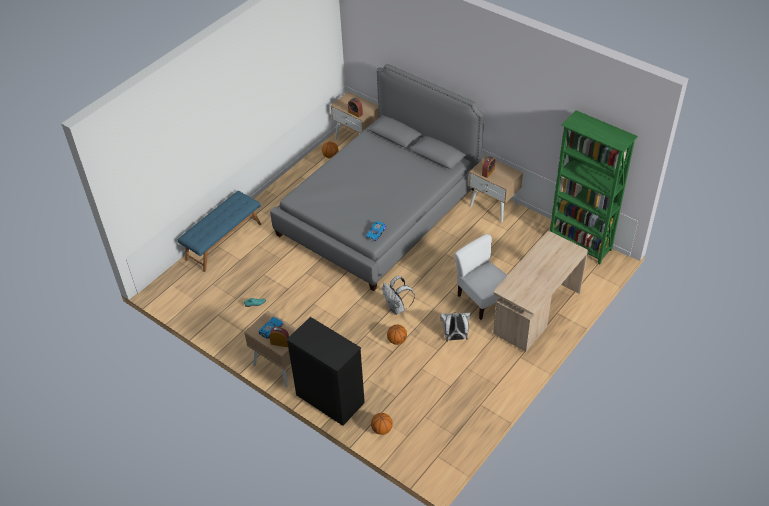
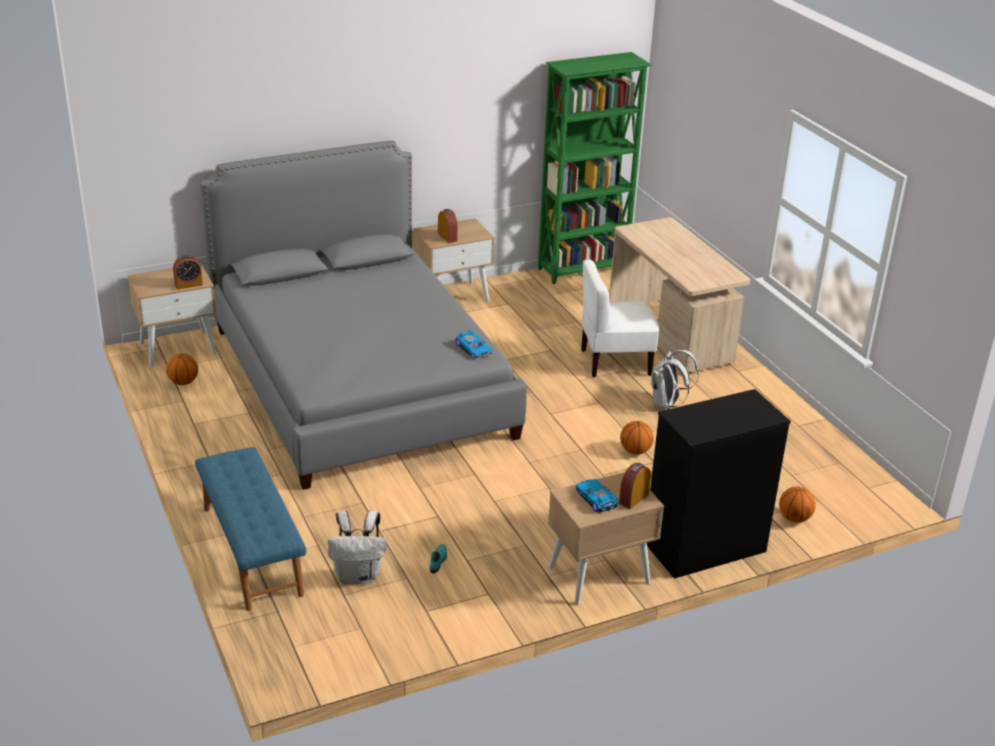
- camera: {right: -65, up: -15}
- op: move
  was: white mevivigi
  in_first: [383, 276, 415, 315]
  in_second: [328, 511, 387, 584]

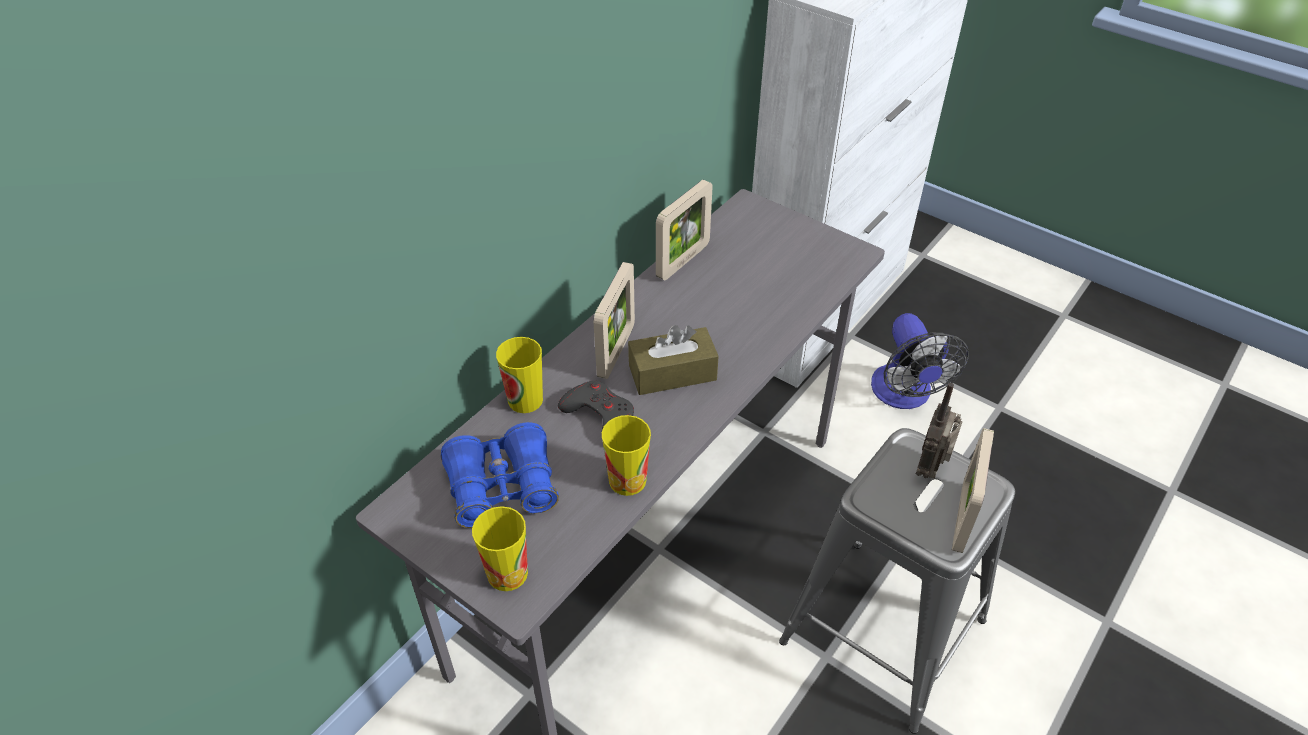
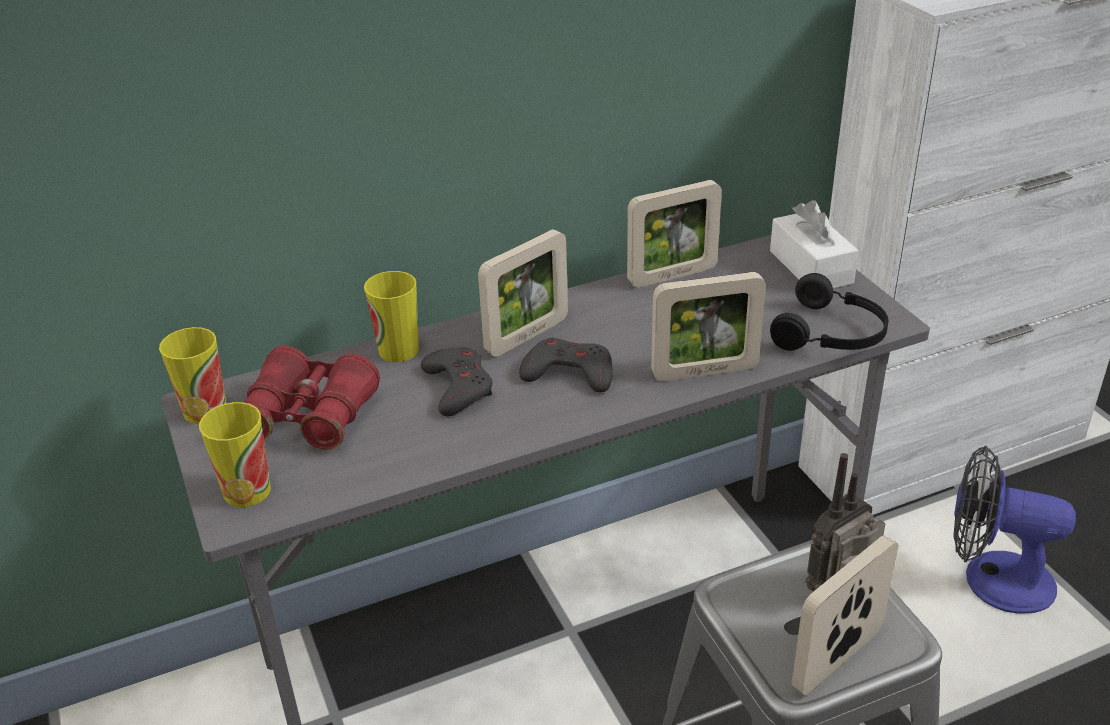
- camera: {right: 30, up: -10}
- op: insert
  now: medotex
  in_second: [651, 272, 766, 381]
- op: insert
  now: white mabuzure
  in_second: [770, 200, 859, 288]
- op: insert
  now: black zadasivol
  in_second: [770, 273, 889, 351]
- op: move
  was: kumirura
  in_first: [602, 415, 651, 496]
  in_second: [159, 327, 227, 424]
- op: replace
  was: brown mabuzure
  now: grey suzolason
  in_first: [628, 325, 719, 395]
  in_second: [519, 337, 613, 392]
- op: recolor
  was: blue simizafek
  now: red simizafek
  in_first: [441, 422, 559, 528]
  in_second: [243, 346, 380, 450]
- op: rotate
  was: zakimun
  in_first: [871, 313, 969, 409]
  in_second: [954, 446, 1076, 614]
  clockwise: 90

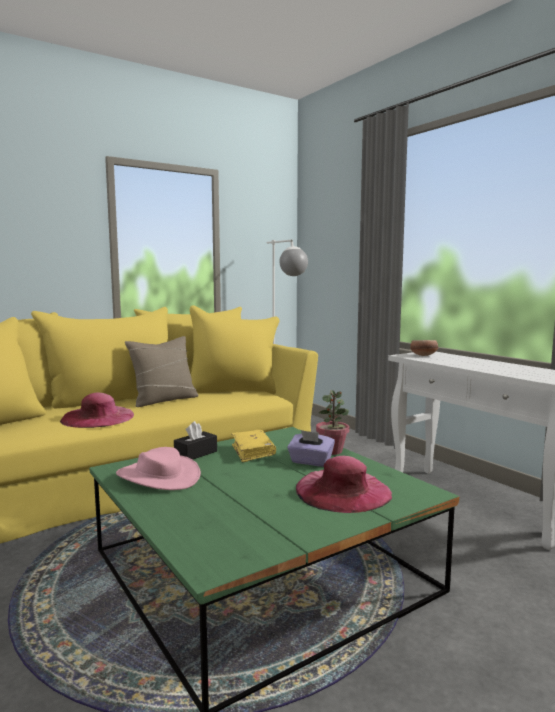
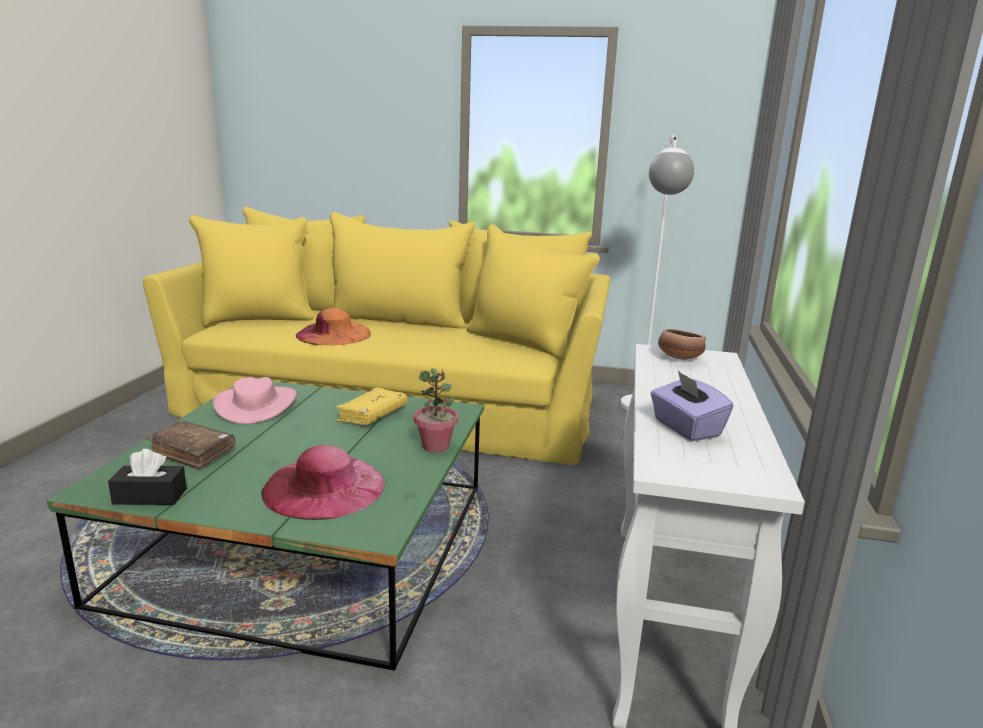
- camera: {right: 45, up: 10}
- op: delete
  was: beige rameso
  in_first: [125, 336, 199, 407]
- op: insert
  now: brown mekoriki
  in_second: [145, 420, 235, 470]
- op: move
  was: black mabuzure
  in_first: [174, 421, 217, 460]
  in_second: [108, 449, 187, 505]
- op: move
  was: purple mabuzure
  in_first: [287, 430, 335, 467]
  in_second: [650, 371, 733, 441]
- op: recolor
  was: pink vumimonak
  now: orange vumimonak
  in_first: [60, 392, 134, 428]
  in_second: [295, 308, 371, 346]

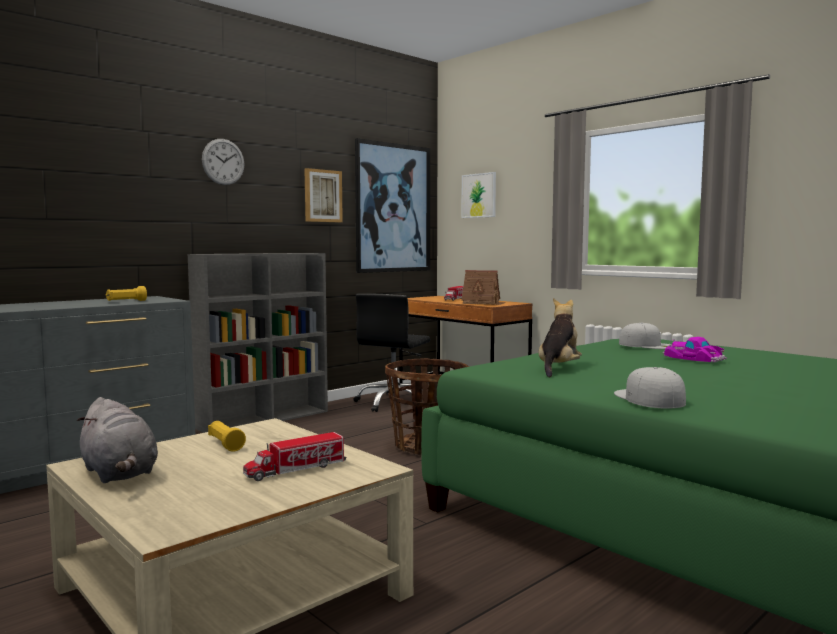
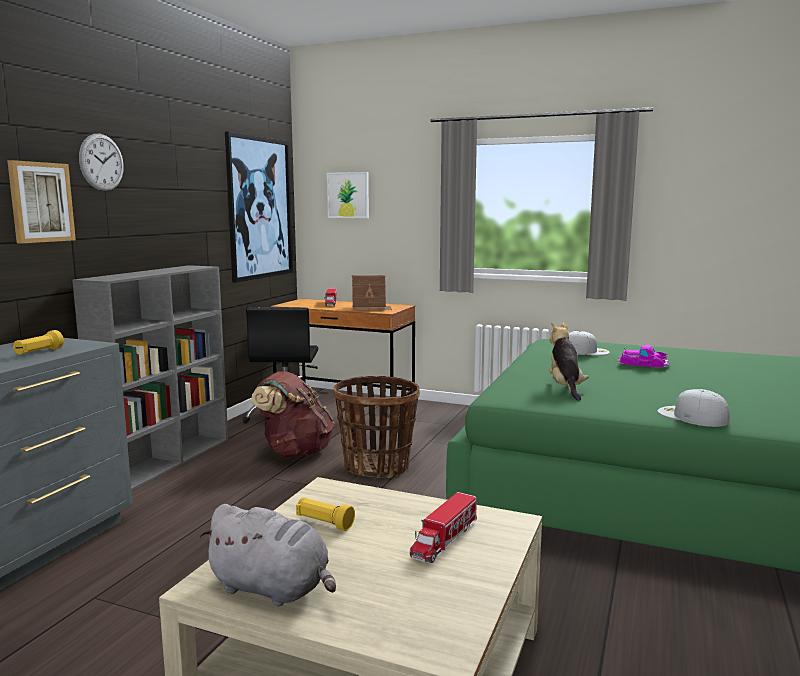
- camera: {right: -25, up: 5}
- op: insert
  now: brown mevivigi
  in_second: [251, 371, 335, 457]
- op: move
  was: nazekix
  in_first: [304, 168, 343, 222]
  in_second: [7, 160, 76, 243]

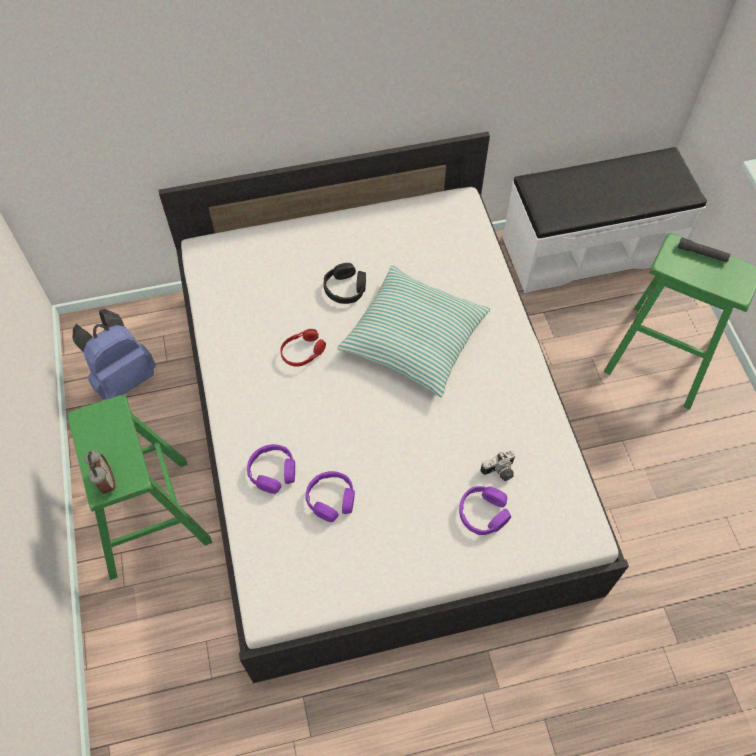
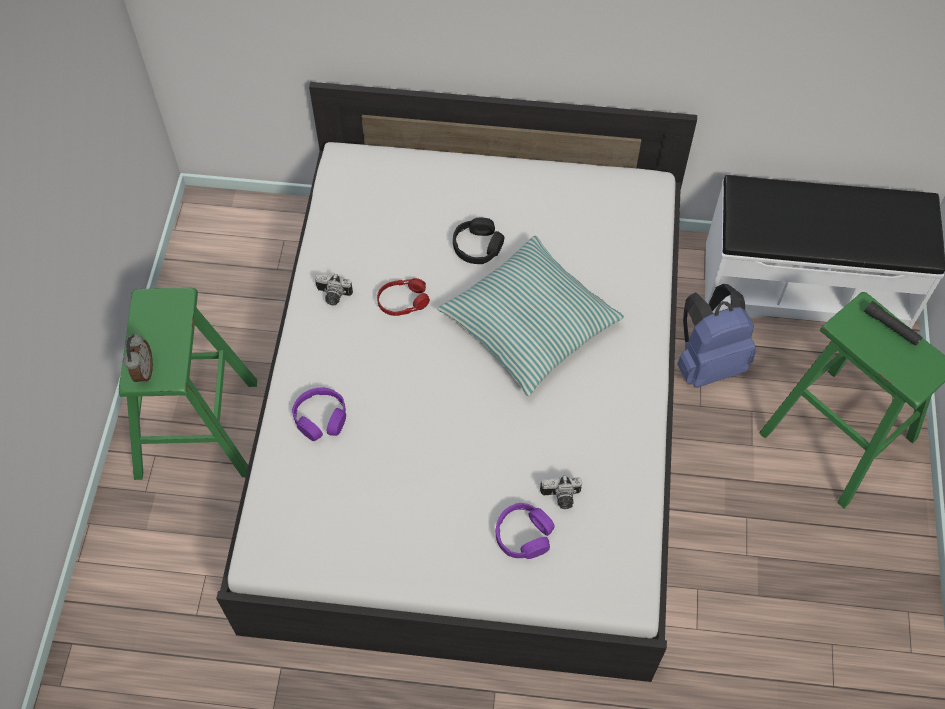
- camera: {right: 20, up: 0}
- op: delete
  was: purple zadasivol
  in_first: [306, 471, 355, 522]
- op: insert
  now: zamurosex
  in_second: [315, 274, 353, 305]
- op: move
  was: blue mevivigi
  in_first: [73, 309, 156, 400]
  in_second: [677, 284, 756, 388]

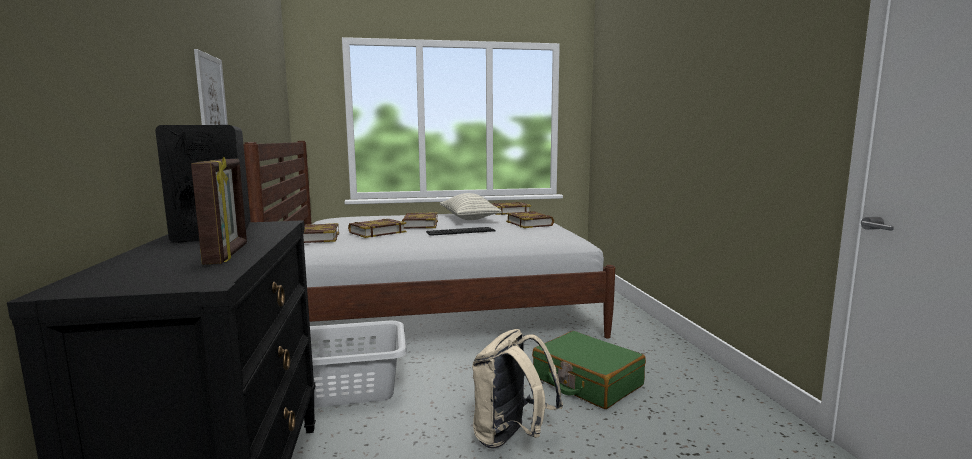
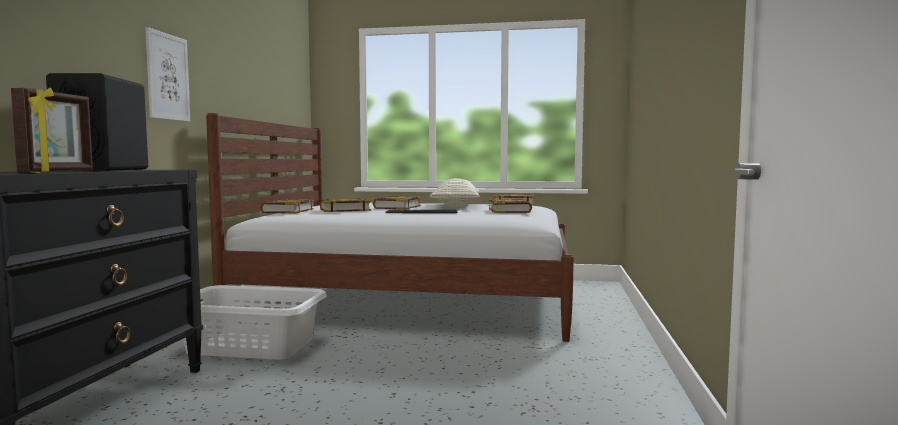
- camera: {right: 20, up: -5}
- op: delete
  was: beige mevivigi
  in_first: [472, 329, 563, 449]
- op: delete
  was: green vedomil
  in_first: [532, 331, 646, 409]

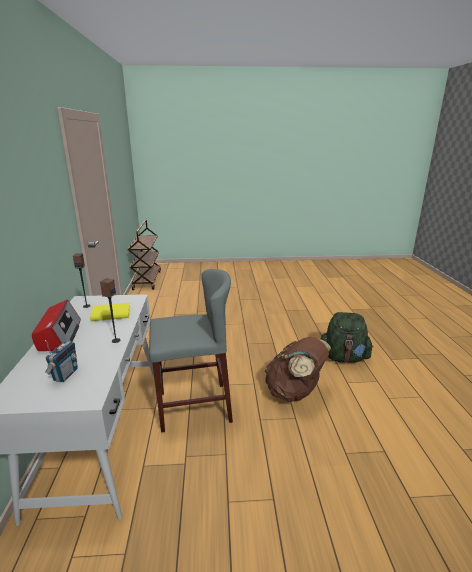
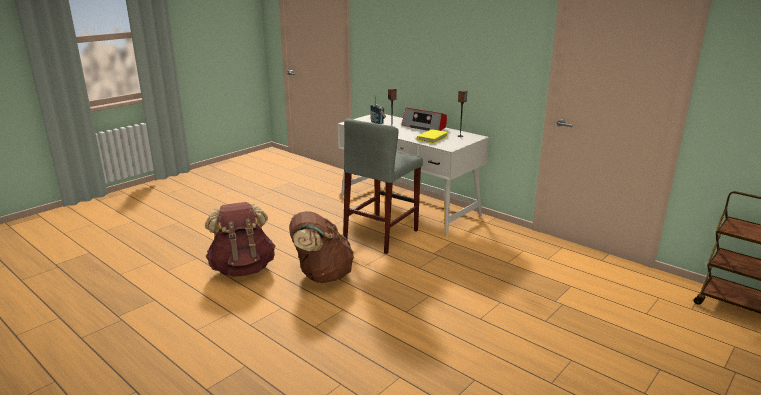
- camera: {right: 135, up: 0}
- op: delete
  was: green mevivigi
  in_first: [320, 312, 374, 363]
- op: insert
  now: brown mevivigi
  in_second: [205, 202, 275, 277]

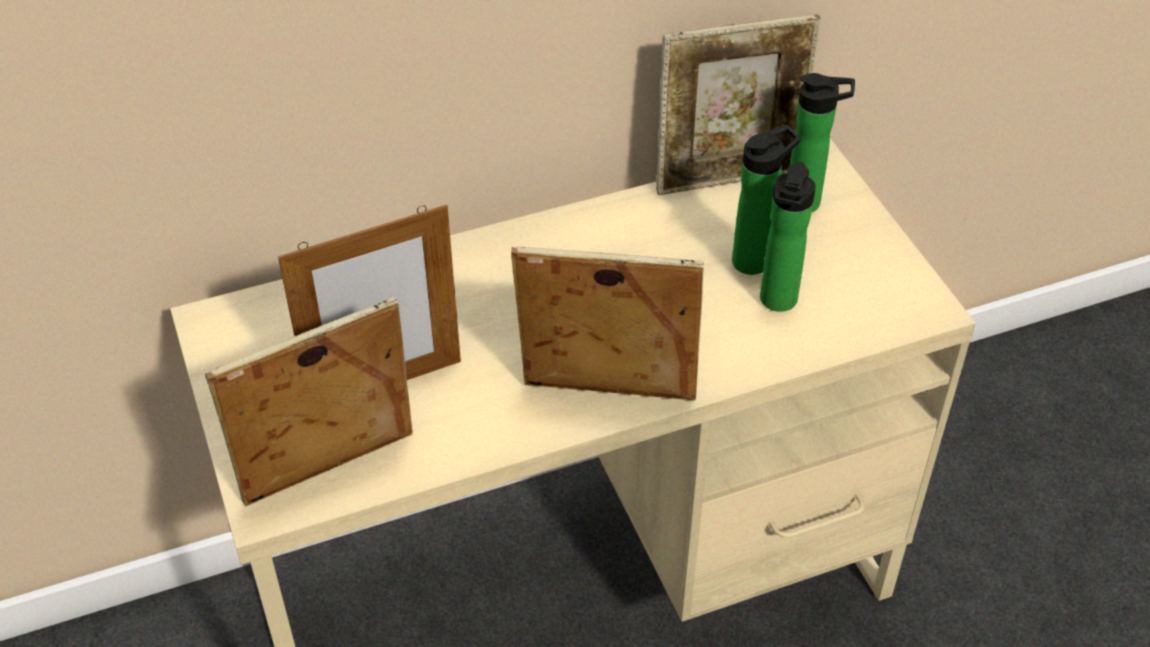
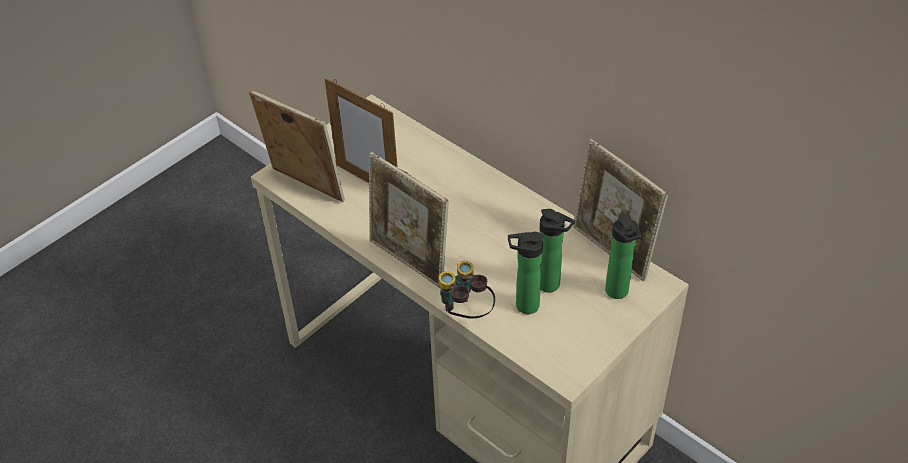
- camera: {right: 65, up: 0}
- op: insert
  now: simizafek
  in_second: [439, 261, 495, 319]
- op: rotate
  was: medotex
  in_first: [511, 247, 704, 401]
  in_second: [369, 152, 448, 288]
  clockwise: 150

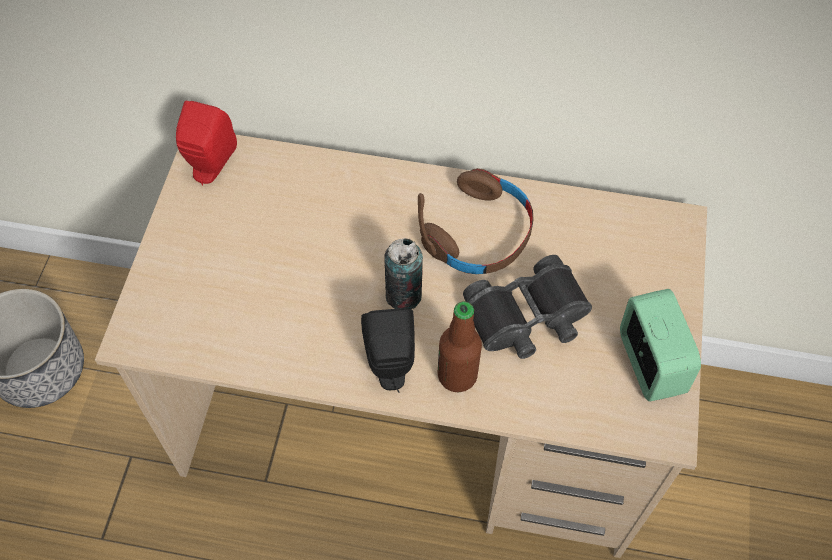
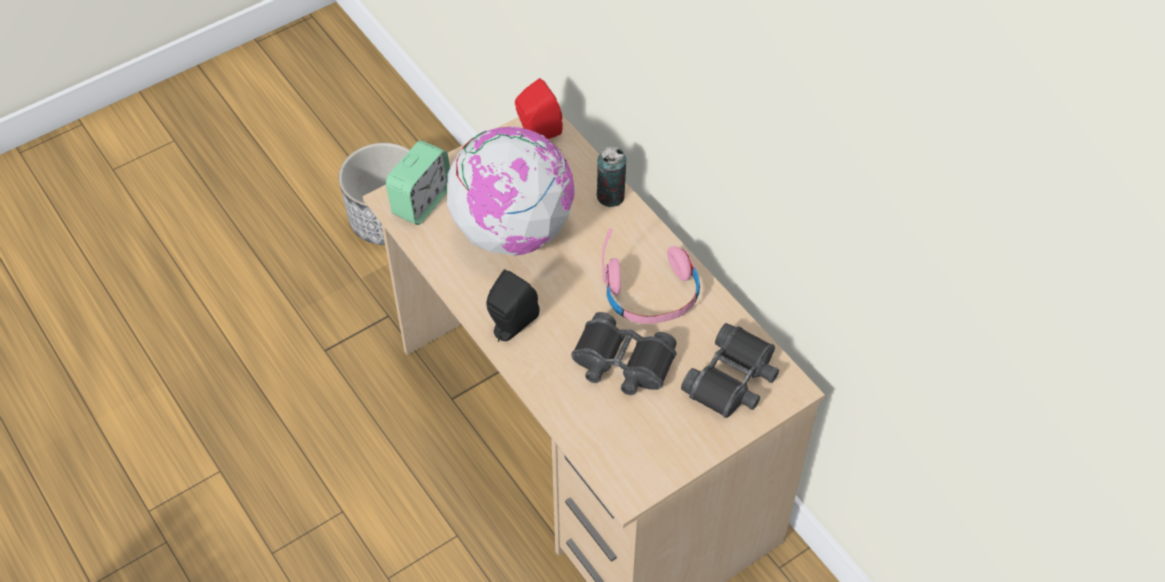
- camera: {right: 45, up: -5}
- op: delete
  was: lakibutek
  in_first: [438, 301, 482, 393]
- op: insert
  now: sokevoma
  in_second: [447, 126, 575, 256]
- op: insert
  now: black simizafek
  in_second: [681, 323, 779, 418]
- op: move
  was: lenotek
  in_first: [385, 238, 423, 309]
  in_second: [597, 146, 626, 207]
- op: move
  was: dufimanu
  in_first: [620, 289, 701, 402]
  in_second: [386, 141, 450, 225]
- op: recolor
  was: brown zadasivol
  now: pink zadasivol
  in_first: [418, 168, 534, 274]
  in_second: [602, 229, 700, 324]

